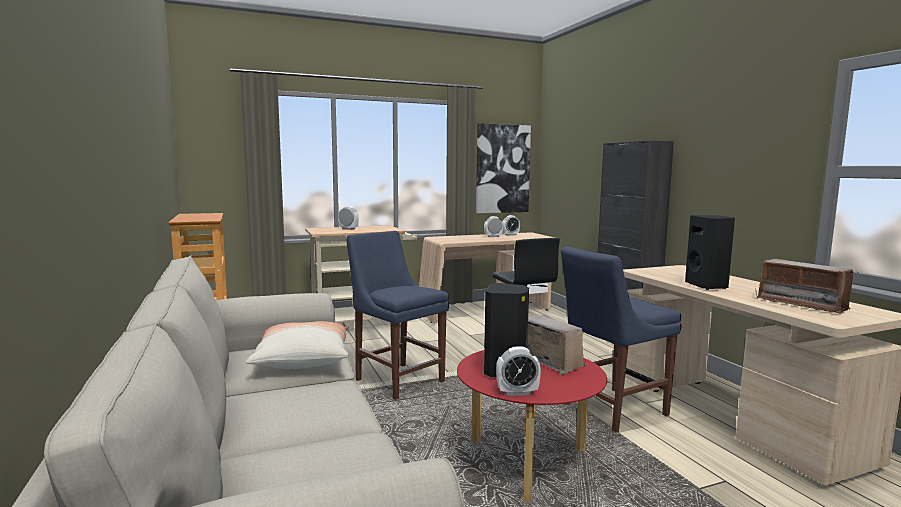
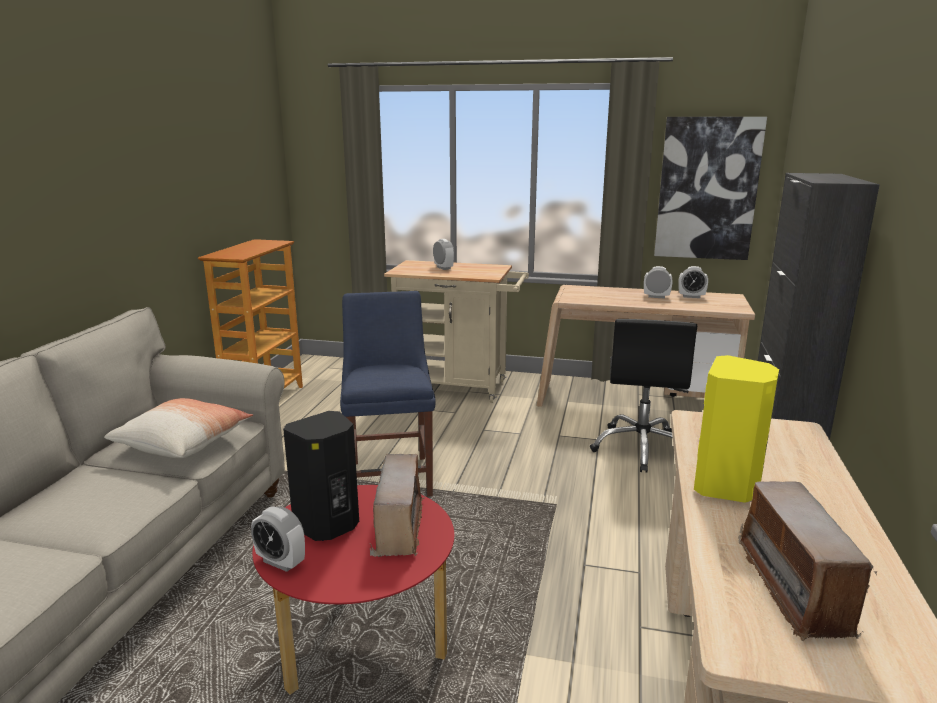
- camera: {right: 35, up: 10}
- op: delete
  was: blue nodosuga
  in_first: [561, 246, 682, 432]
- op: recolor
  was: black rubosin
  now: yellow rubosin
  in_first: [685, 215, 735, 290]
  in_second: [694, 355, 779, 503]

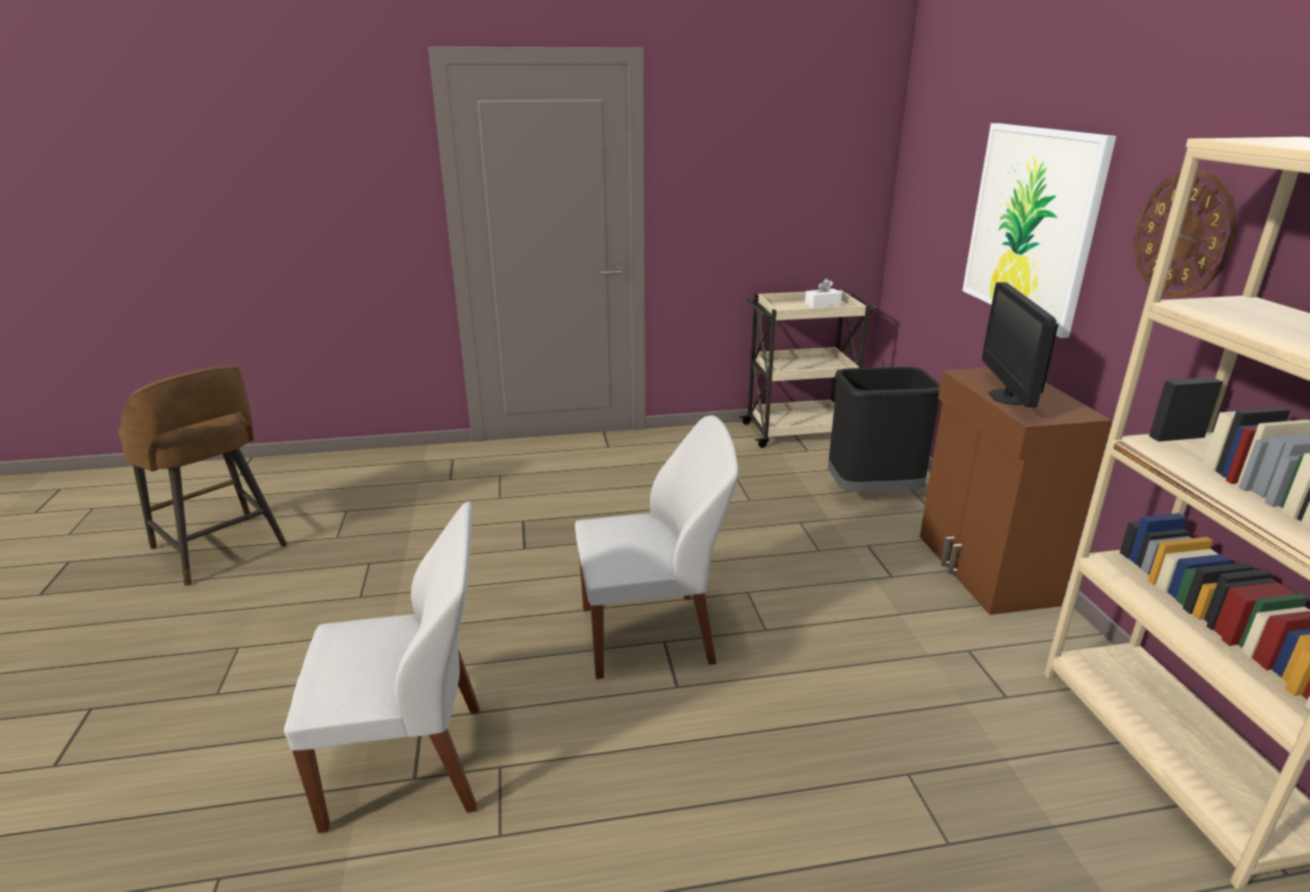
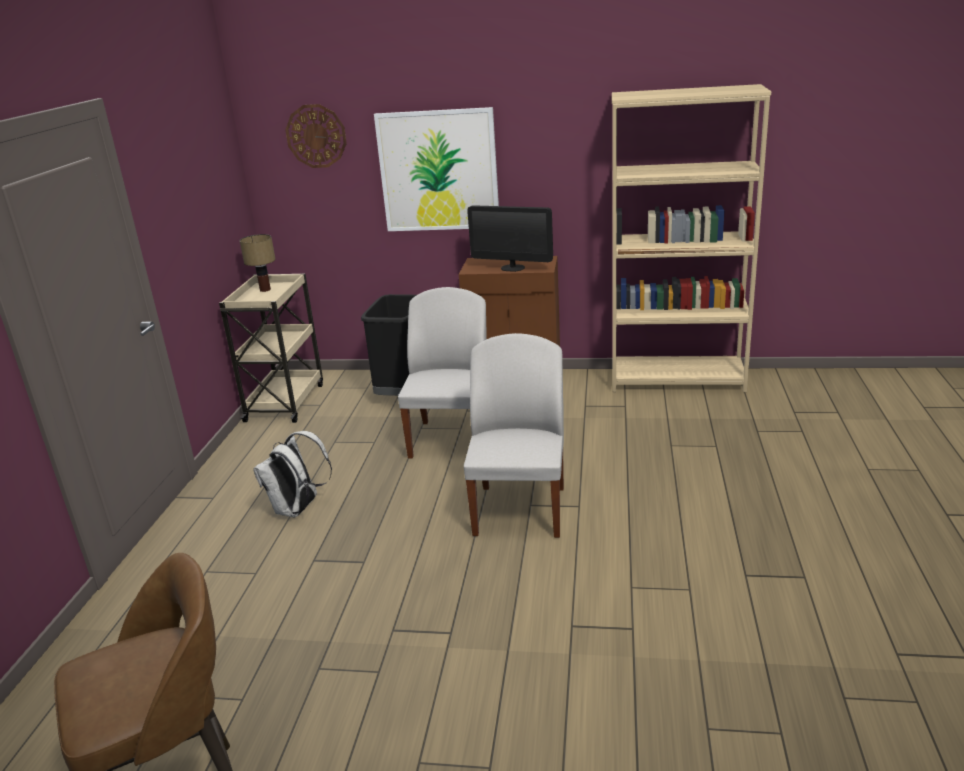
- camera: {right: -70, up: 0}
- op: insert
  now: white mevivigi
  in_second: [253, 431, 332, 517]
- op: move
  was: white nodosuga
  in_first: [284, 502, 480, 833]
  in_second: [398, 287, 487, 459]
- op: move
  was: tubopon
  in_first: [1133, 171, 1238, 299]
  in_second: [285, 104, 347, 168]
- op: replace
  was: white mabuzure
  now: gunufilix
  in_first: [805, 279, 842, 308]
  in_second: [240, 234, 276, 292]

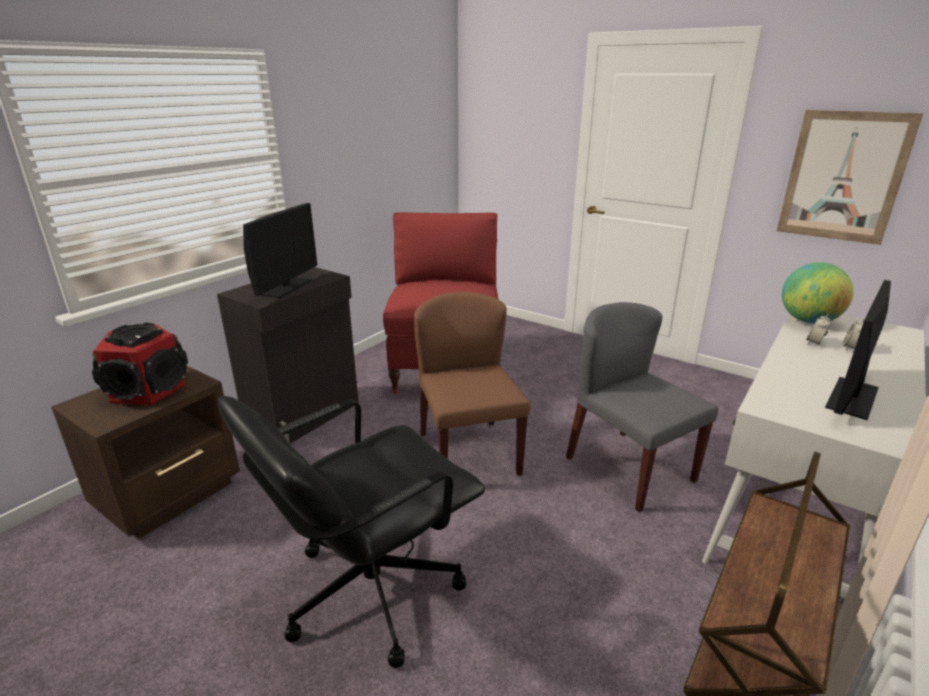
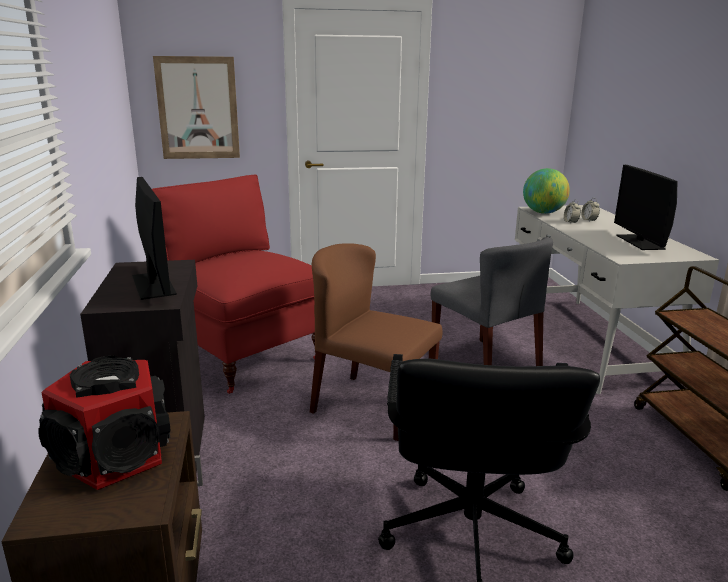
- camera: {right: -45, up: -5}
- op: move
  was: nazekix
  in_first: [777, 110, 923, 245]
  in_second: [153, 56, 240, 159]
- op: rotate
  was: grey nodosuga
  in_first: [566, 302, 718, 512]
  in_second: [431, 237, 553, 366]
  clockwise: -135

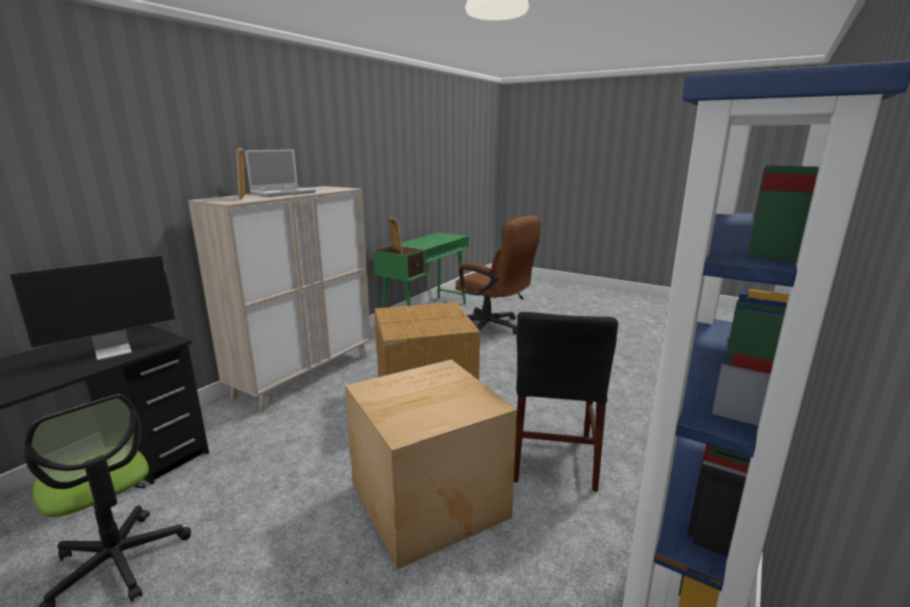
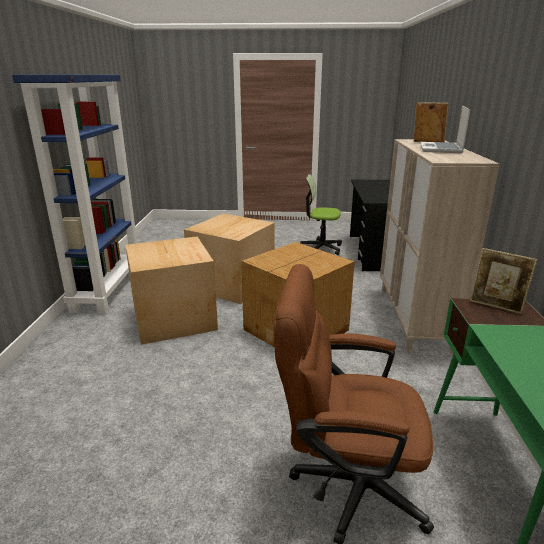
- camera: {right: 150, up: 5}
- op: delete
  was: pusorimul
  in_first: [10, 255, 176, 360]
- op: replace
  was: black nodosuga
  now: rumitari
  in_first: [514, 312, 618, 492]
  in_second: [125, 236, 218, 345]

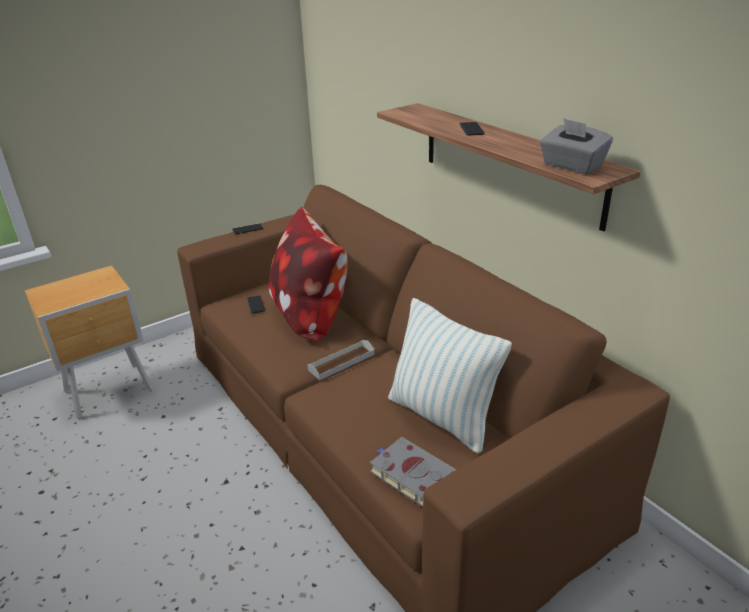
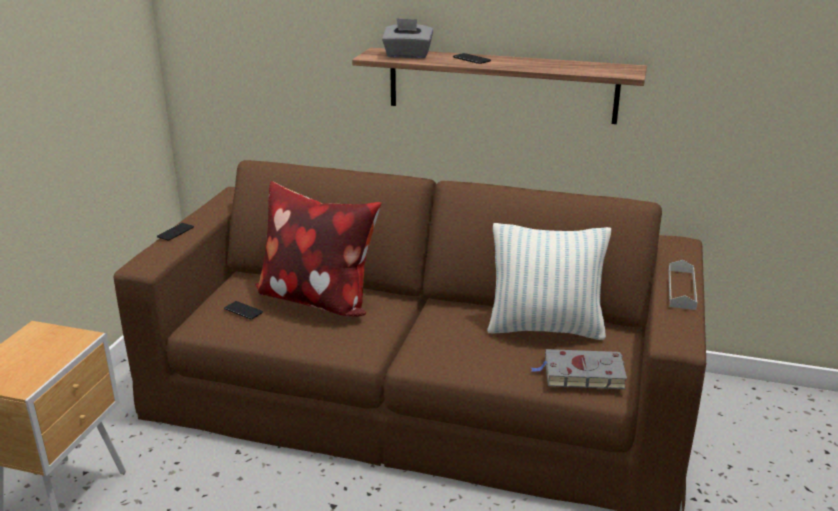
- camera: {right: -40, up: -5}
- op: move
  was: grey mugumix
  in_first: [307, 340, 375, 380]
  in_second: [668, 260, 698, 310]
- op: move
  was: grey mabuzure
  in_first: [540, 118, 613, 174]
  in_second: [382, 18, 433, 58]

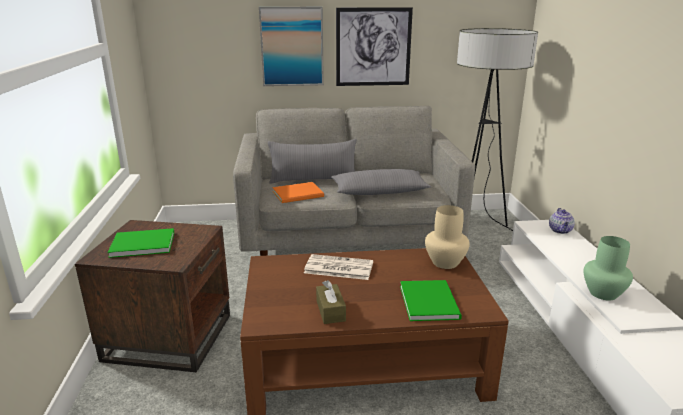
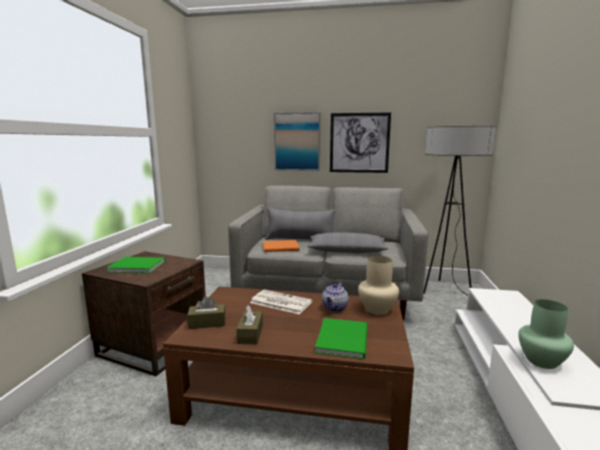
- camera: {right: 15, up: -10}
- op: insert
  now: brown mabuzure
  in_second: [187, 296, 226, 329]
- op: move
  was: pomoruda
  in_first: [549, 208, 575, 234]
  in_second: [322, 282, 349, 312]

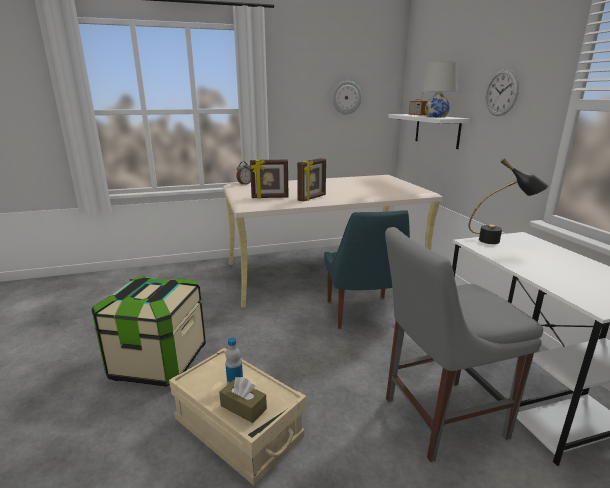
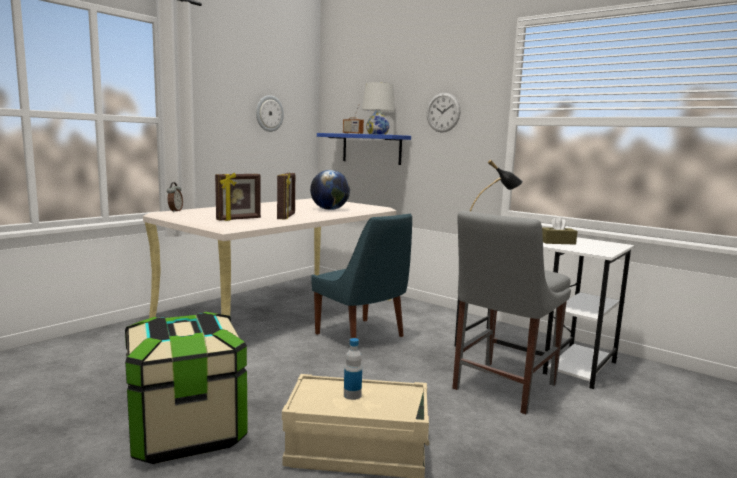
- camera: {right: -35, up: -10}
- op: insert
  now: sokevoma
  in_second: [310, 170, 350, 210]
- op: move
  was: brown mabuzure
  in_first: [219, 377, 267, 423]
  in_second: [542, 216, 578, 245]
- op: recolor
  was: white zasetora
  now: blue zasetora
  in_first: [388, 114, 470, 149]
  in_second: [317, 133, 411, 165]

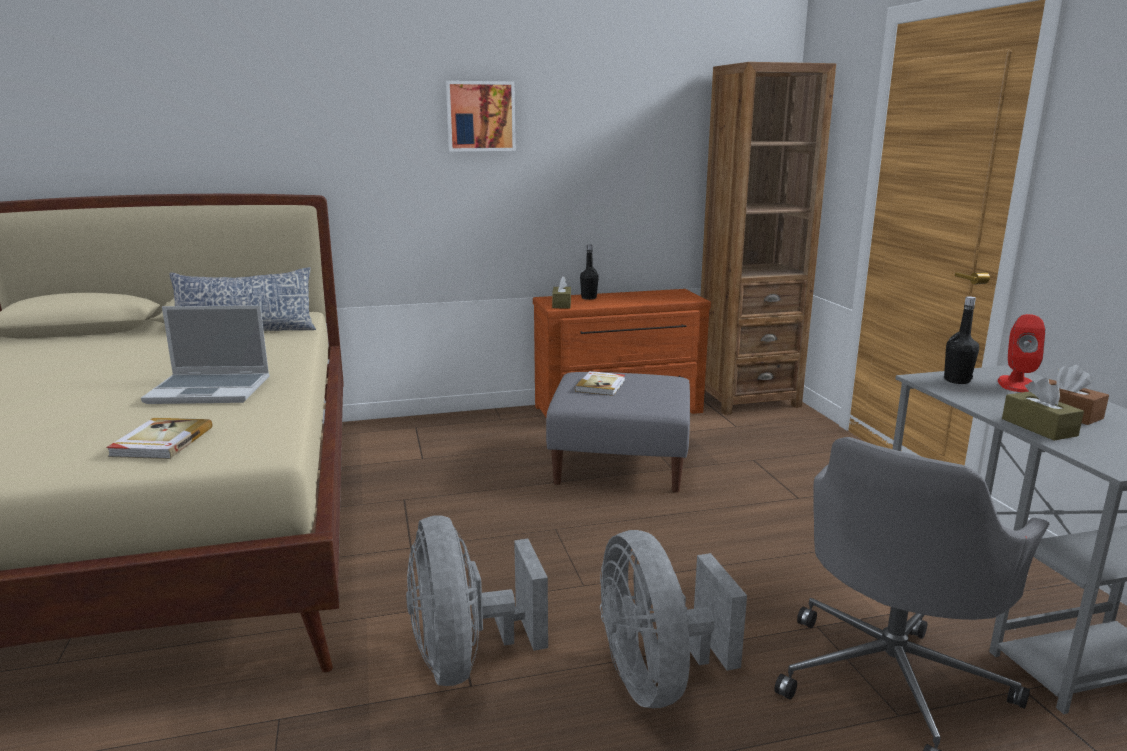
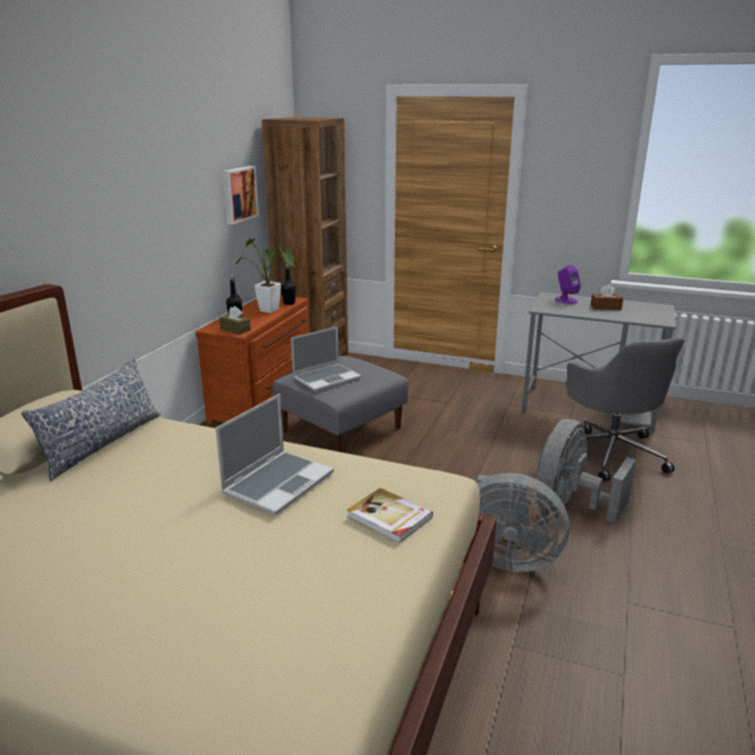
- camera: {right: -55, up: 5}
- op: delete
  was: brown mabuzure
  in_first: [1002, 378, 1084, 440]
- op: insert
  now: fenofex
  in_second: [236, 238, 296, 313]
- op: move
  was: nazekix
  in_first: [446, 81, 516, 152]
  in_second: [223, 166, 259, 225]
- op: move
  was: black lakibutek
  in_first: [944, 296, 979, 384]
  in_second: [281, 263, 296, 305]
- op: replace
  was: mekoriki
  now: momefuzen
  in_first: [575, 371, 625, 396]
  in_second: [291, 326, 361, 392]
- op: recolor
  was: red rubosin
  now: purple rubosin
  in_first: [998, 314, 1046, 392]
  in_second: [555, 265, 581, 304]
- op: rotate
  was: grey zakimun
  in_first: [600, 530, 747, 708]
  in_second: [536, 419, 636, 523]
  clockwise: 105

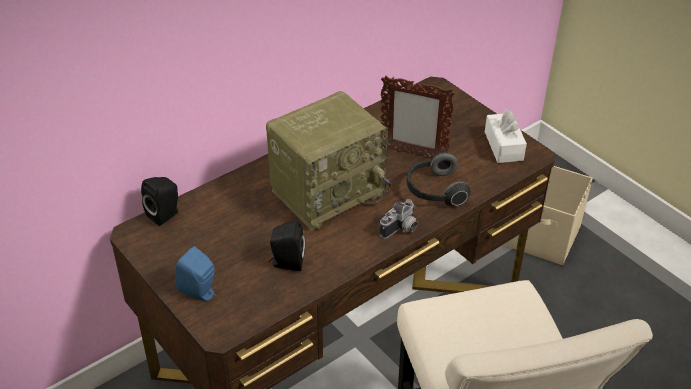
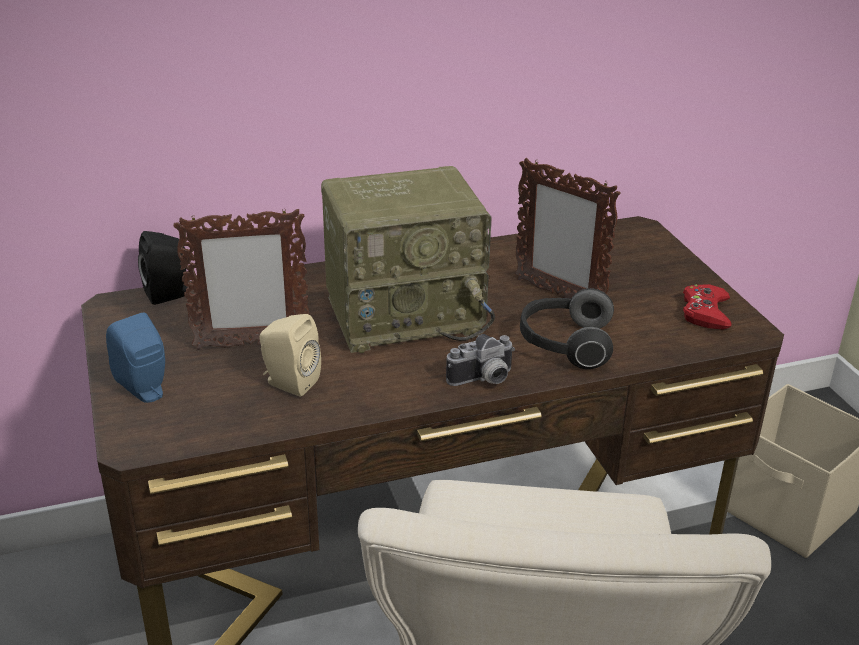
- camera: {right: 20, up: -10}
- op: insert
  now: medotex
  in_second: [173, 208, 309, 350]
- op: replace
  was: white mabuzure
  now: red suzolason
  in_first: [485, 109, 527, 163]
  in_second: [683, 284, 732, 330]
- op: recolor
  was: black rubosin
  now: beige rubosin
  in_first: [269, 221, 305, 271]
  in_second: [260, 314, 321, 397]

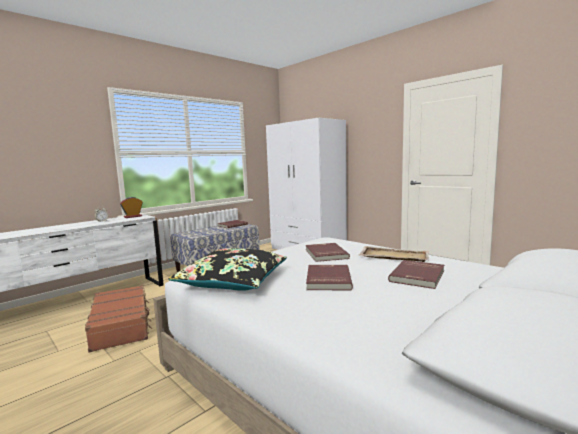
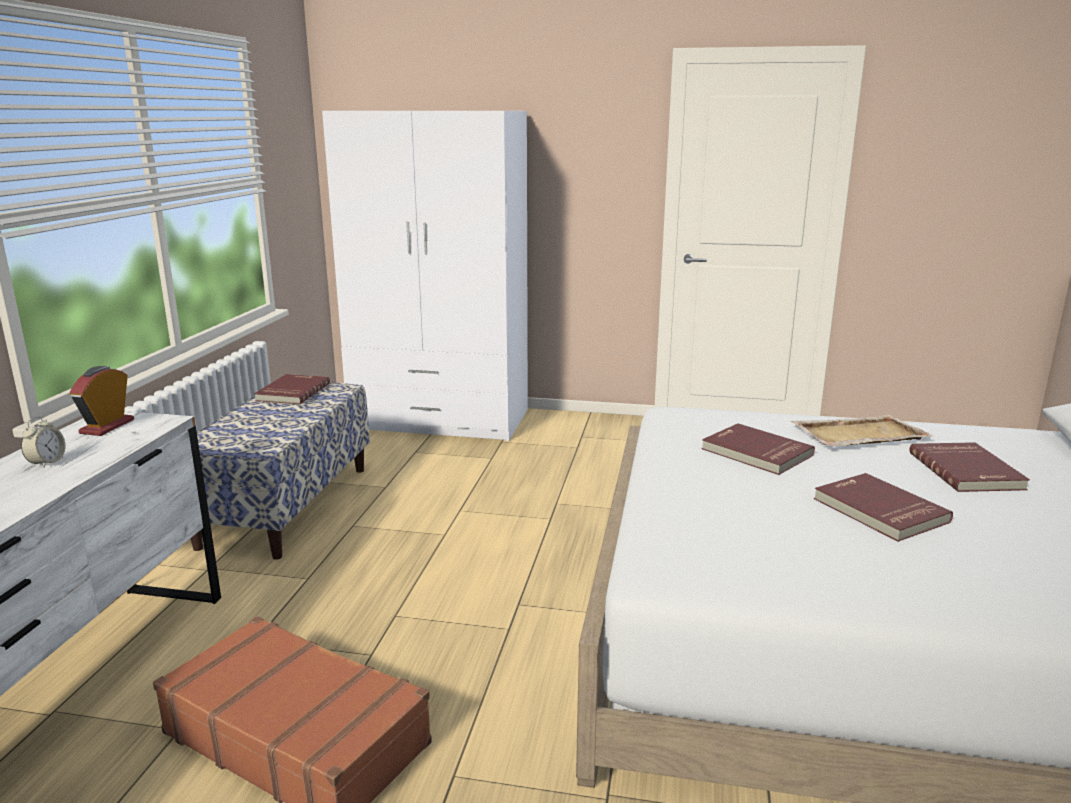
- camera: {right: -35, up: 10}
- op: delete
  was: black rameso
  in_first: [168, 248, 287, 291]

